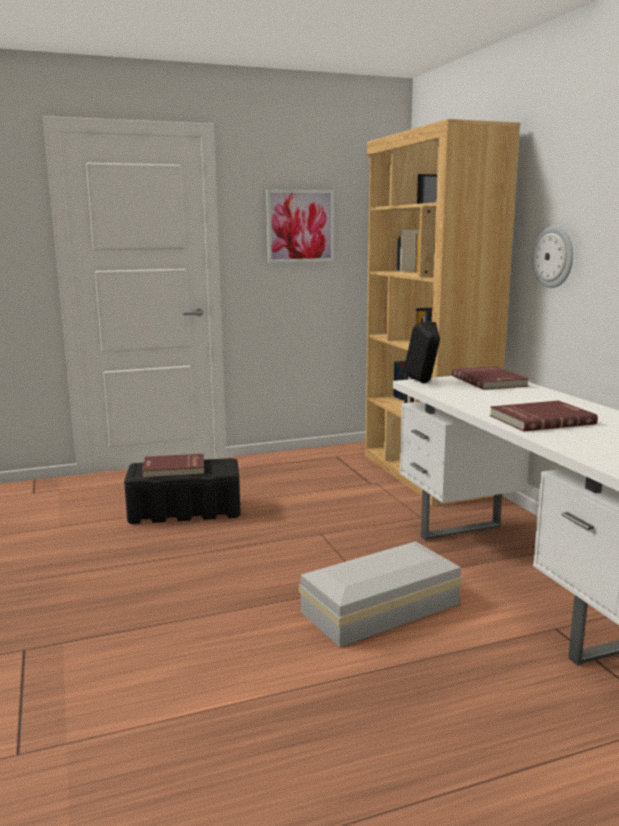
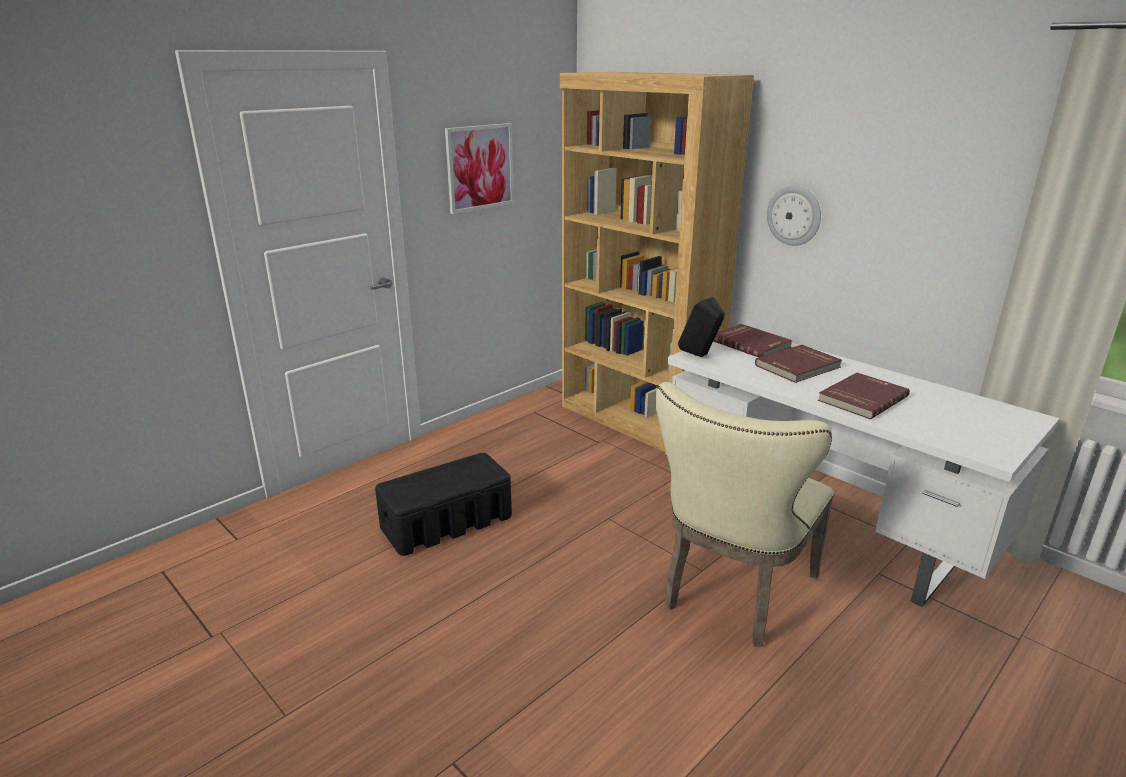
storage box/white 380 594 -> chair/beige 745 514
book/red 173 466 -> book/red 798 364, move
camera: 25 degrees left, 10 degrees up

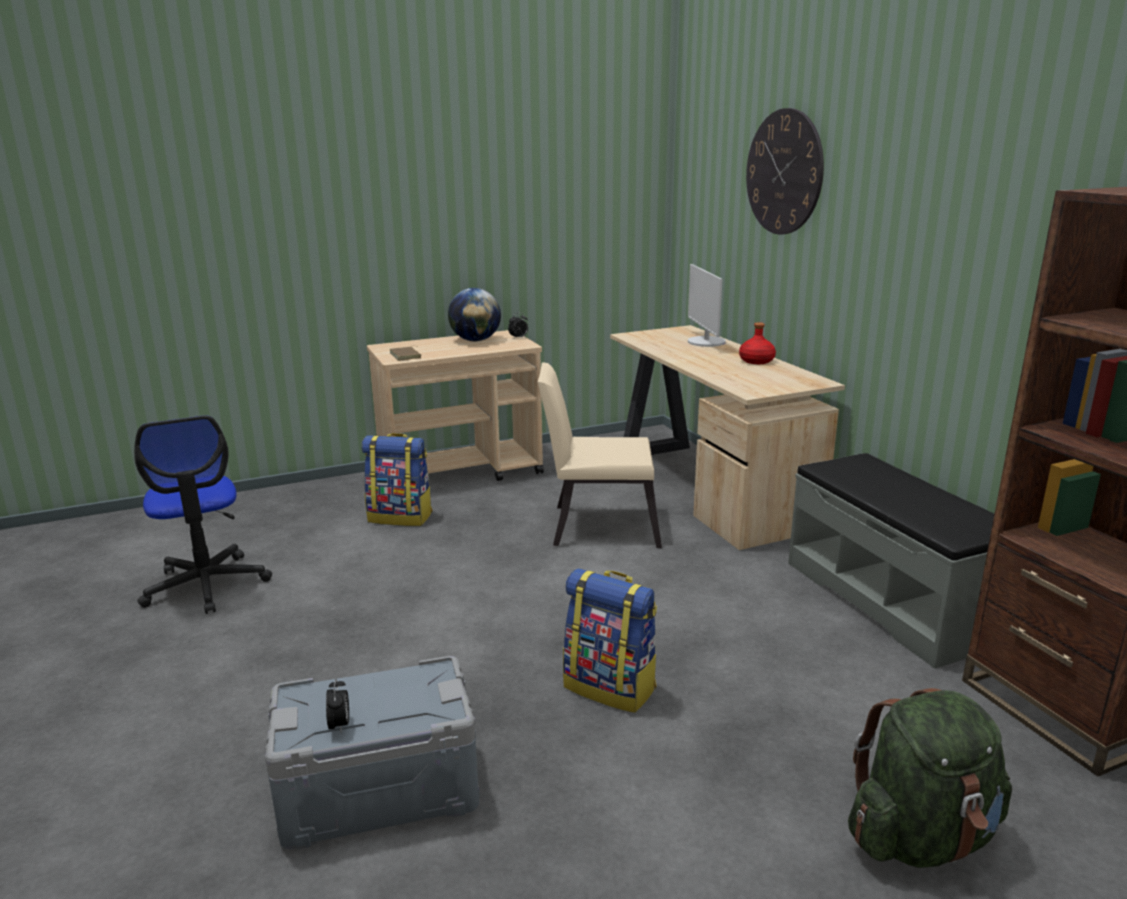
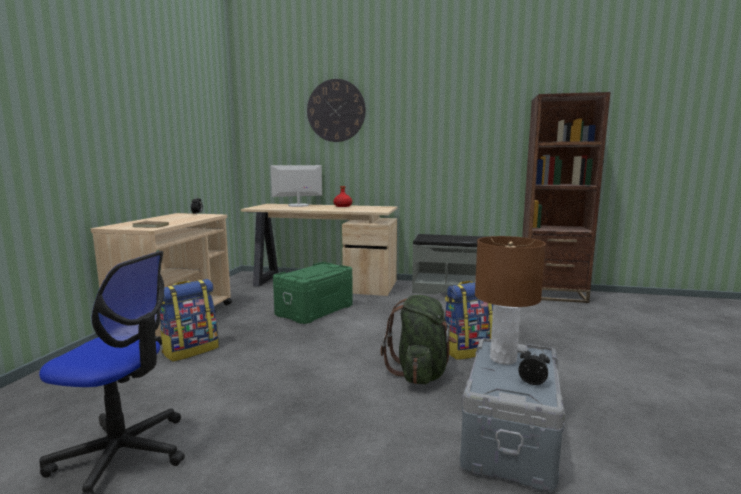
monitor 707 305 -> monitor 296 186, 135 degrees clockwise
chair/beige 600 455 -> storage box/green 313 293
backpack/green 930 778 -> backpack/green 419 339, move
none -> table lamp/brown 510 300
globe 474 314 -> none
camera: 55 degrees left, 10 degrees down

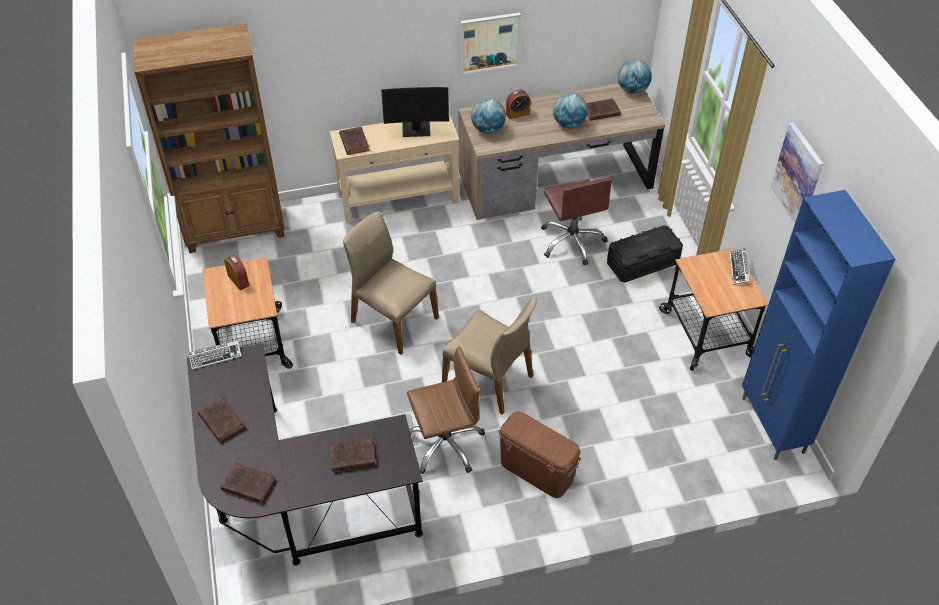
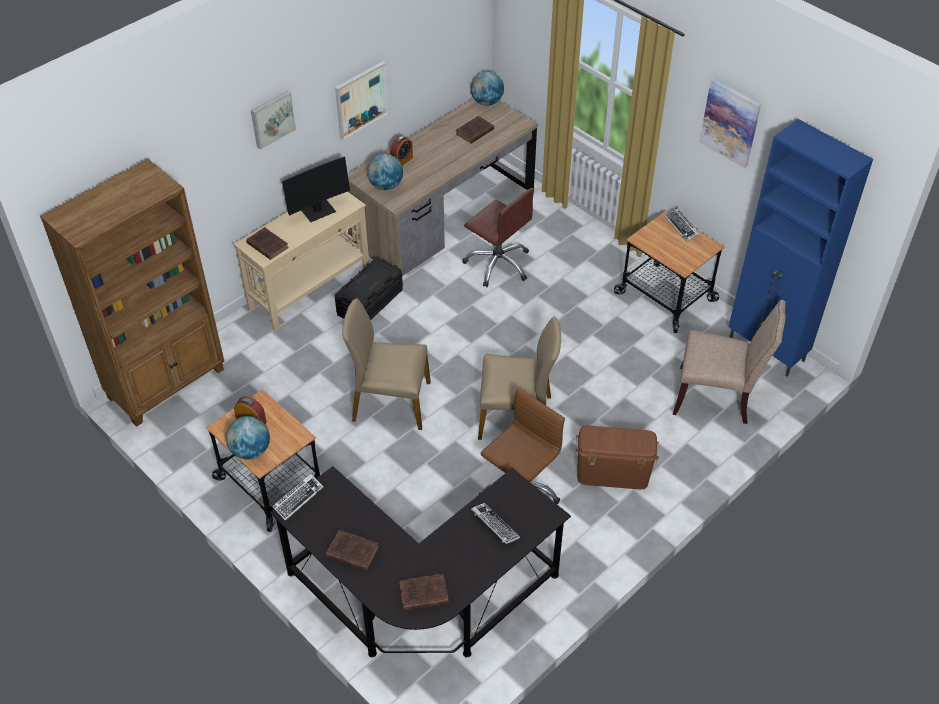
globe 570 110 -> globe 248 437, move
none -> picture 273 120
storage box/black 645 253 -> storage box/black 369 289, move
book/brown 352 454 -> keyboard 495 523
none -> chair/beige 729 362
camera: 30 degrees left, 0 degrees up

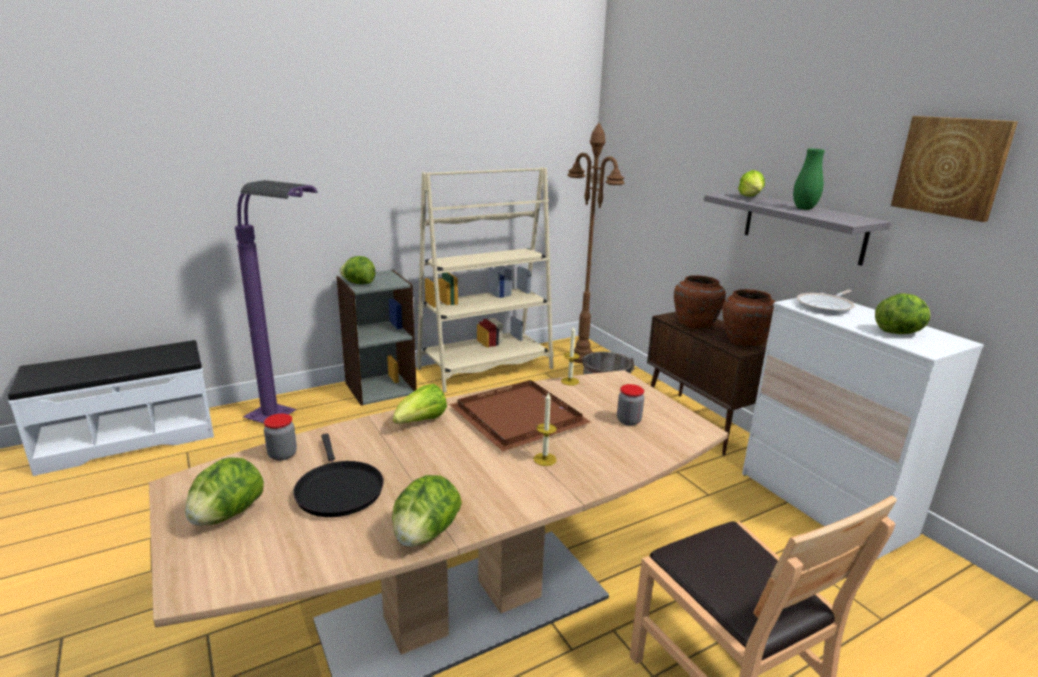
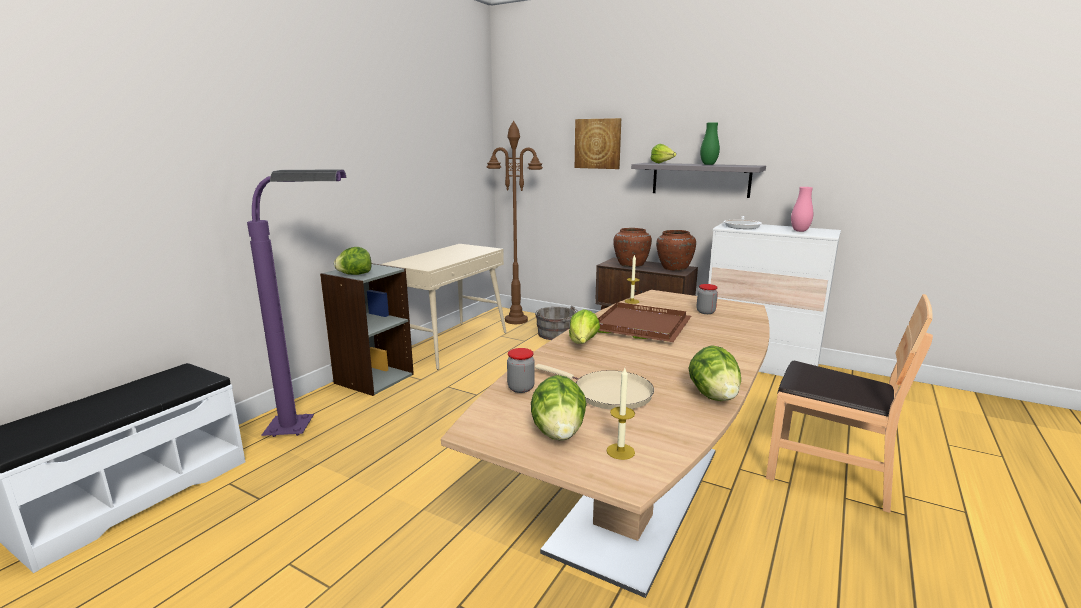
bookcase/beige 485 280 -> console table/beige 443 307
frying pan/black 338 475 -> frying pan/beige 594 387
picture 954 169 -> picture 598 143, move
candle 545 429 -> candle 620 414, move
lettuce 902 313 -> vase/pink 802 209
camera: 30 degrees left, 5 degrees down

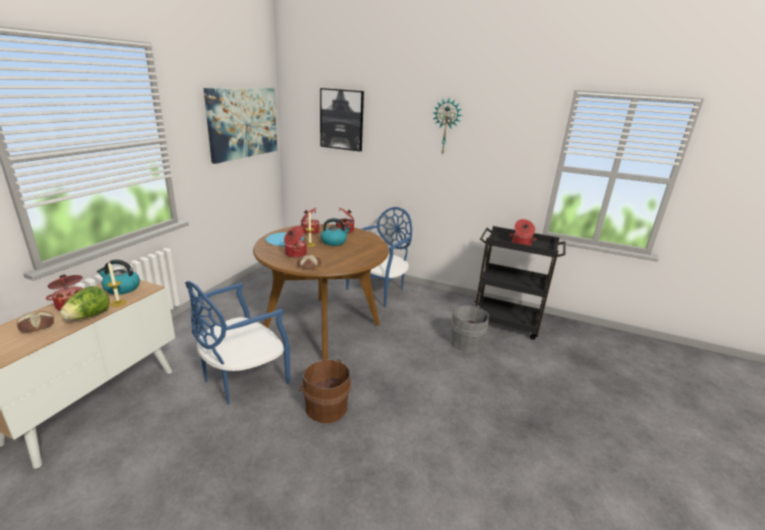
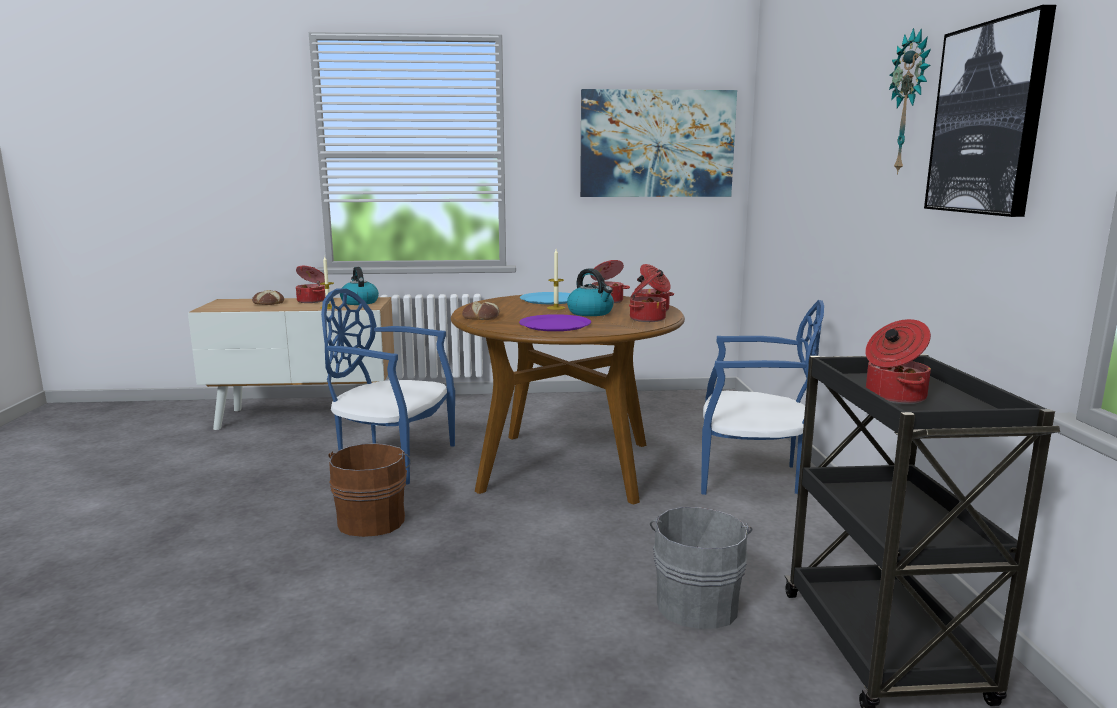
none -> plate/purple 555 322
cooking pot 295 242 -> cooking pot 647 296, move
picture 342 119 -> picture 990 111, move
lettuce 85 303 -> none
camera: 65 degrees right, 10 degrees down

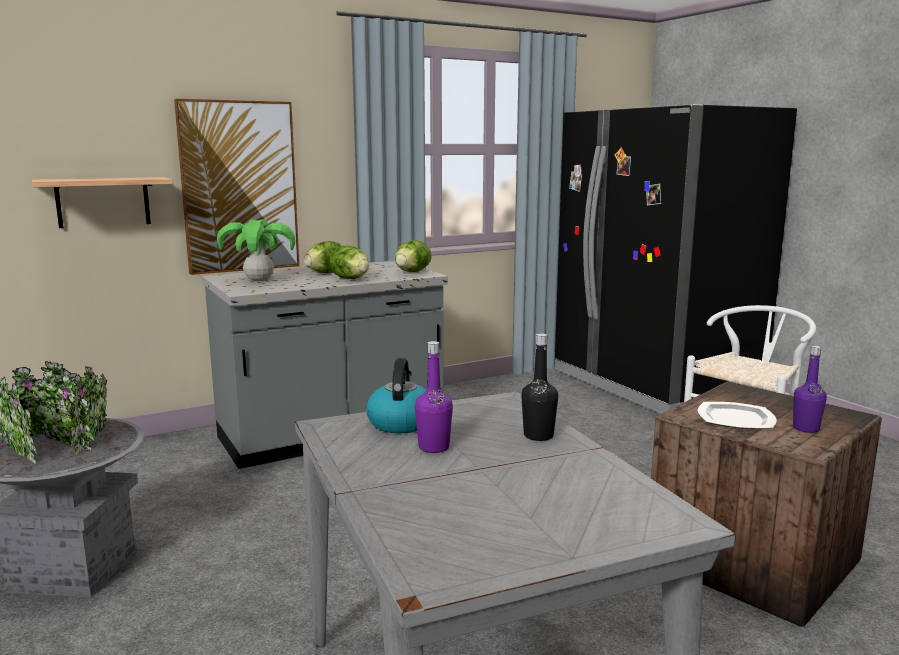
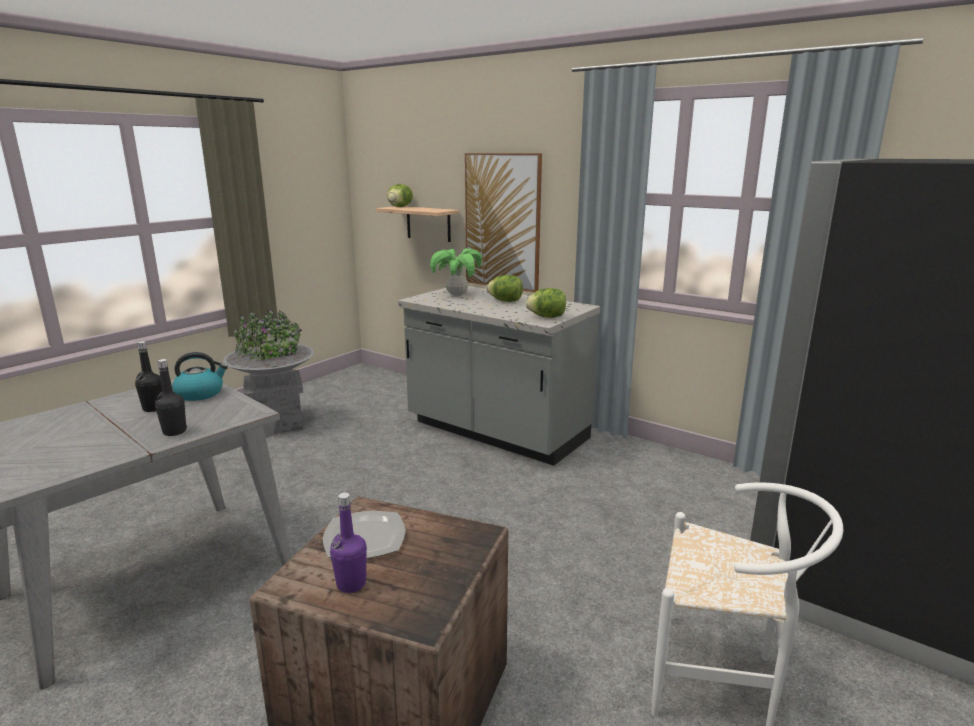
bottle/purple 434 397 -> bottle/black 148 376
lettuce 349 262 -> lettuce 400 195, move
camera: 65 degrees right, 5 degrees up

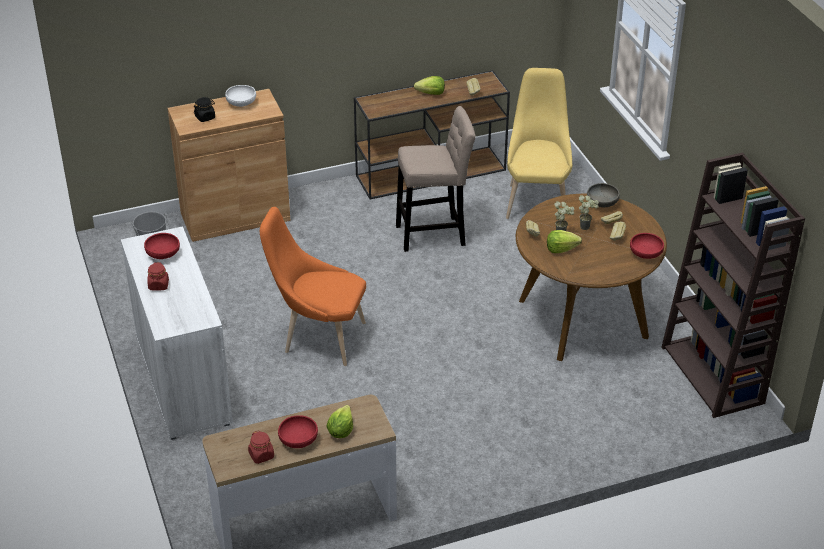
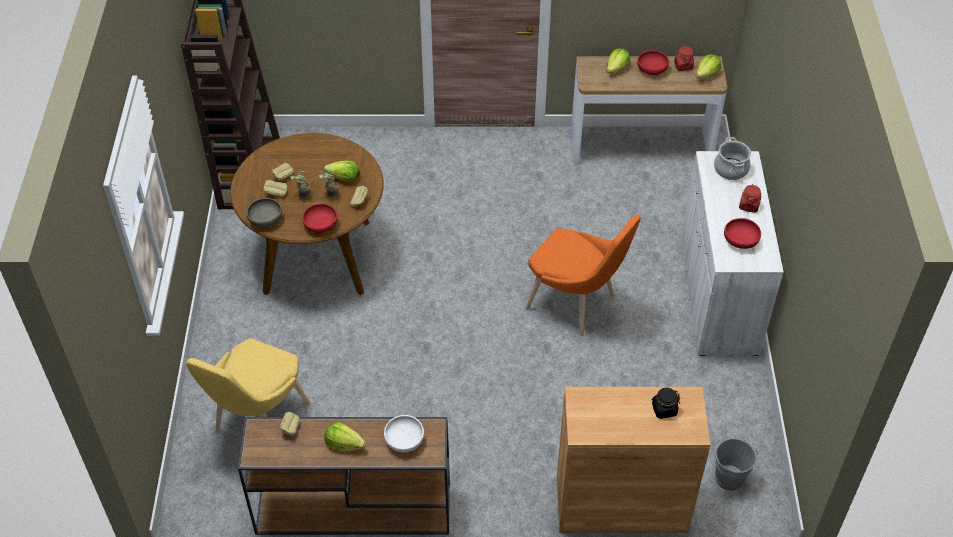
bowl/red 647 246 -> bowl/red 320 218, move
bowl/white 240 96 -> bowl/white 404 433, move
none -> lettuce 708 66
none -> cooking pot 732 158
stool/beige 436 179 -> none
camera: 160 degrees left, 10 degrees up

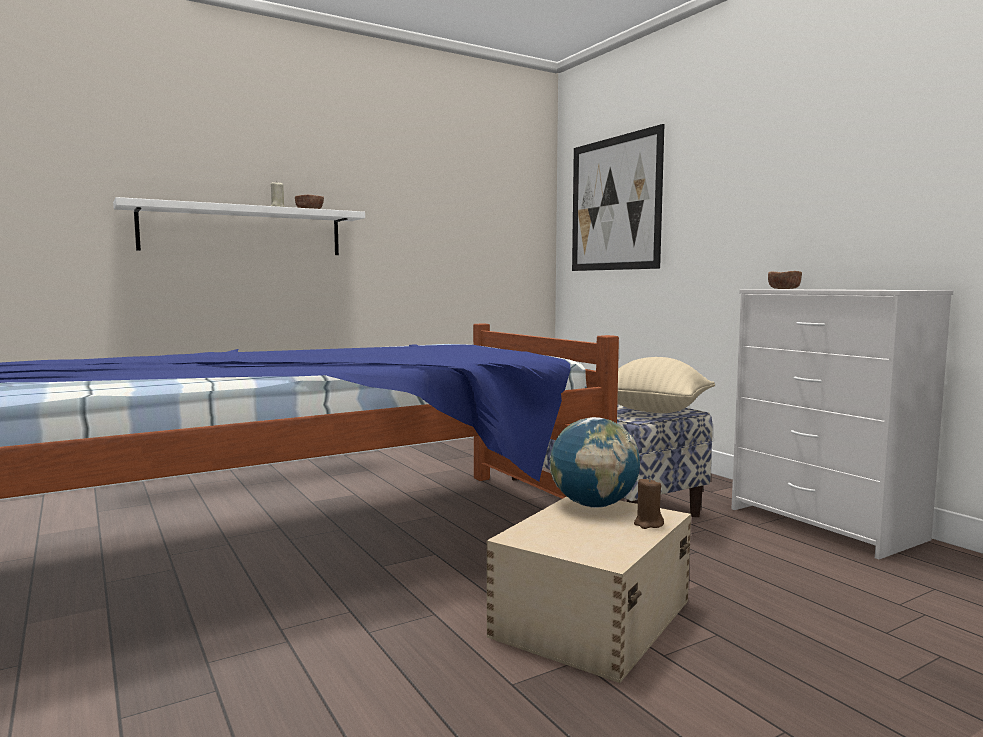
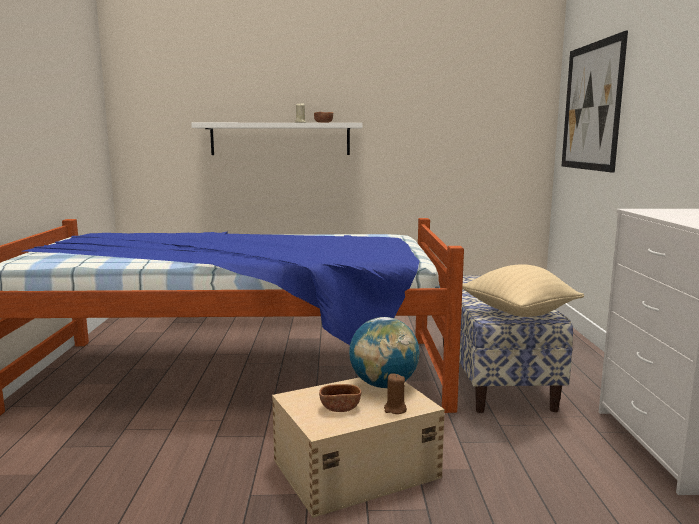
bowl/brown 785 280 -> bowl/brown 340 398, move
camera: 30 degrees right, 5 degrees up

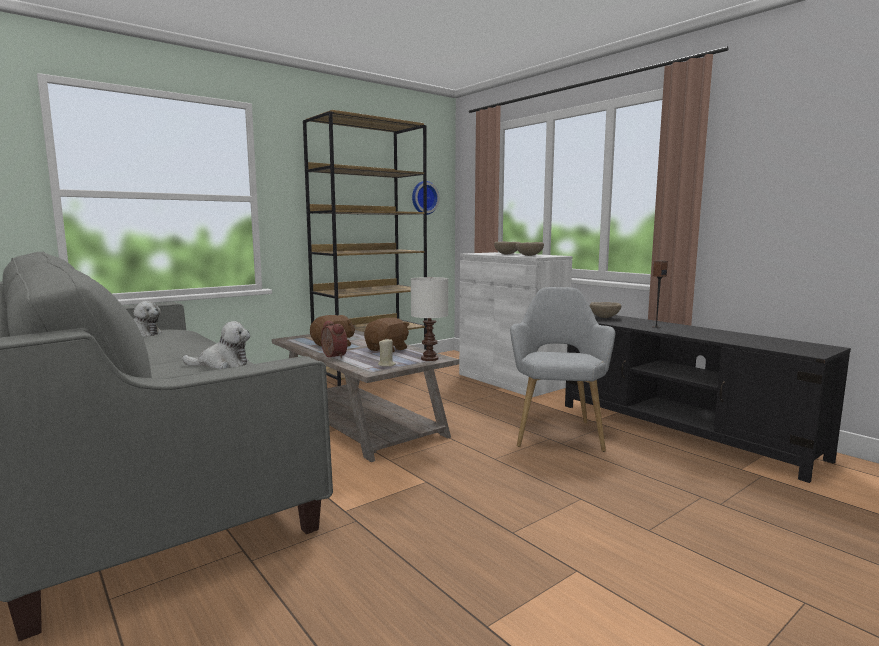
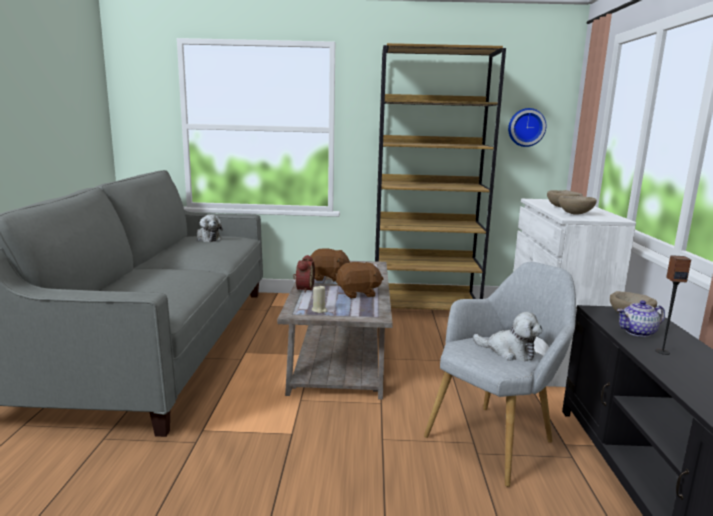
plush toy 216 345 -> plush toy 507 336, move
none -> teapot 641 318
table lamp/white 429 319 -> none
camera: 40 degrees right, 5 degrees up

